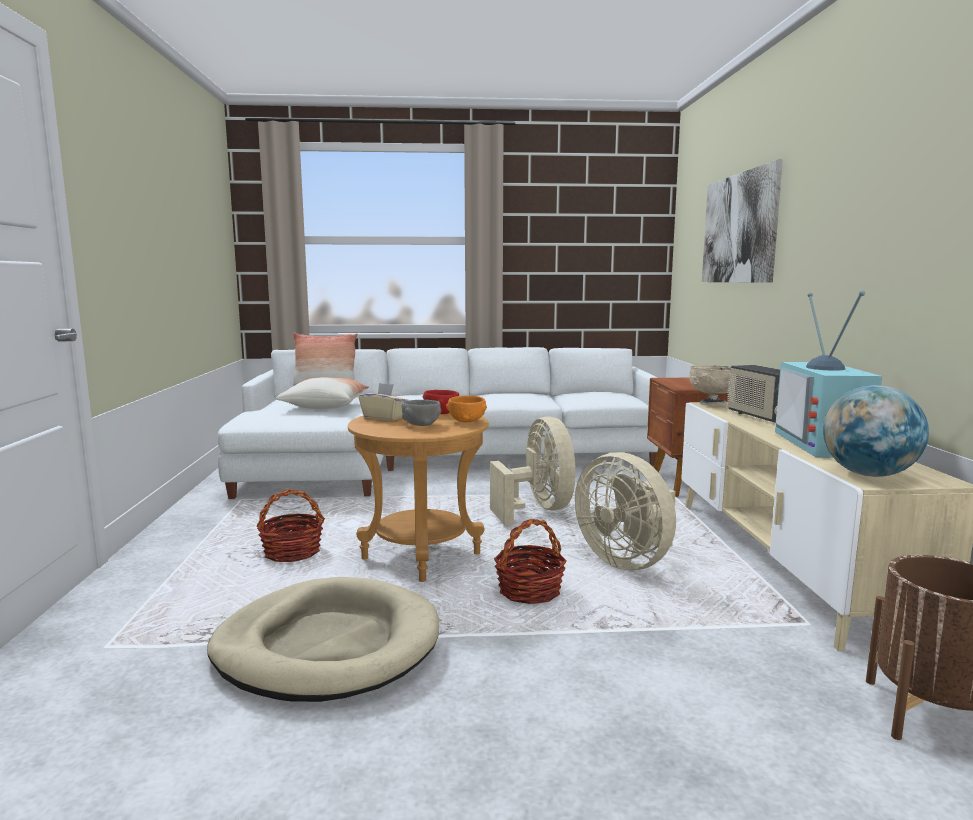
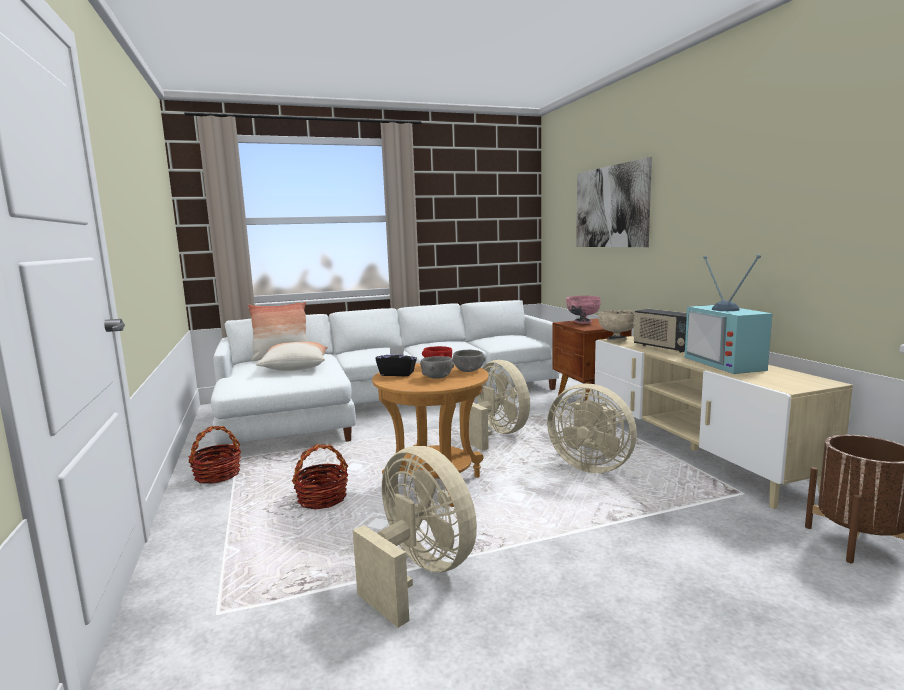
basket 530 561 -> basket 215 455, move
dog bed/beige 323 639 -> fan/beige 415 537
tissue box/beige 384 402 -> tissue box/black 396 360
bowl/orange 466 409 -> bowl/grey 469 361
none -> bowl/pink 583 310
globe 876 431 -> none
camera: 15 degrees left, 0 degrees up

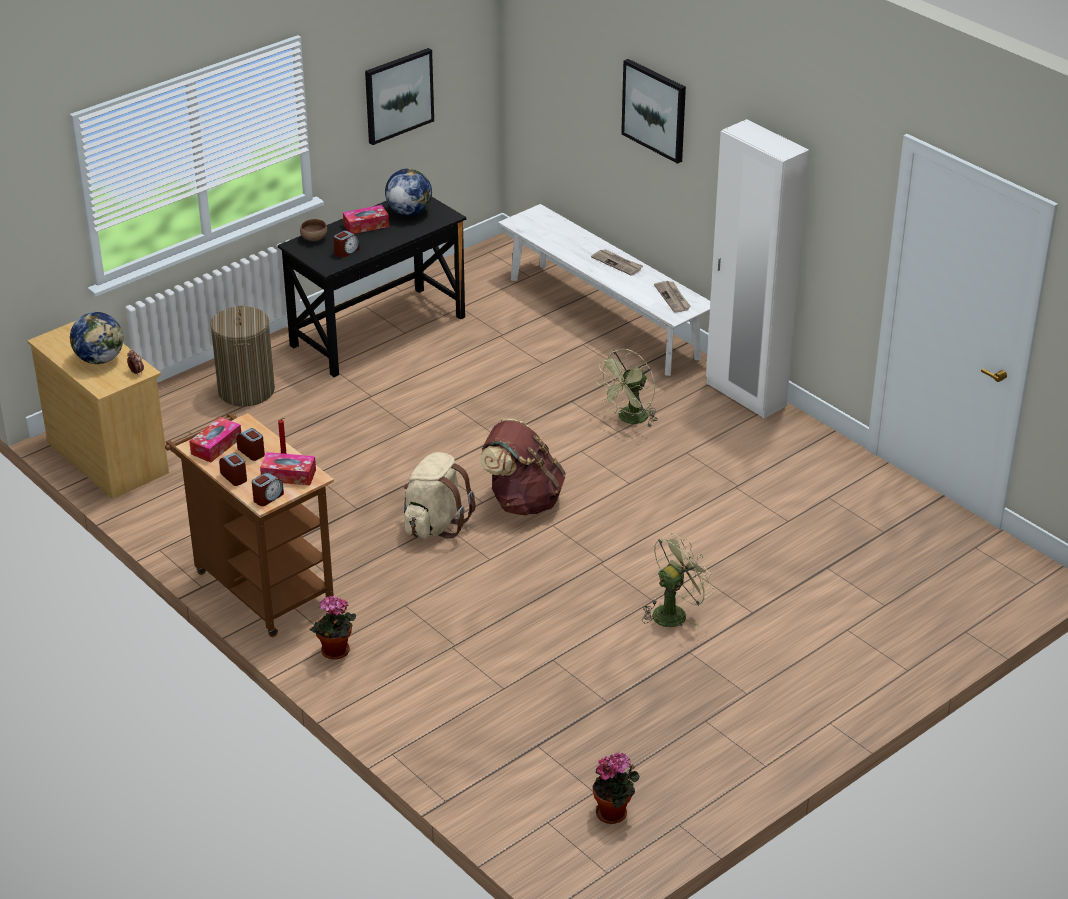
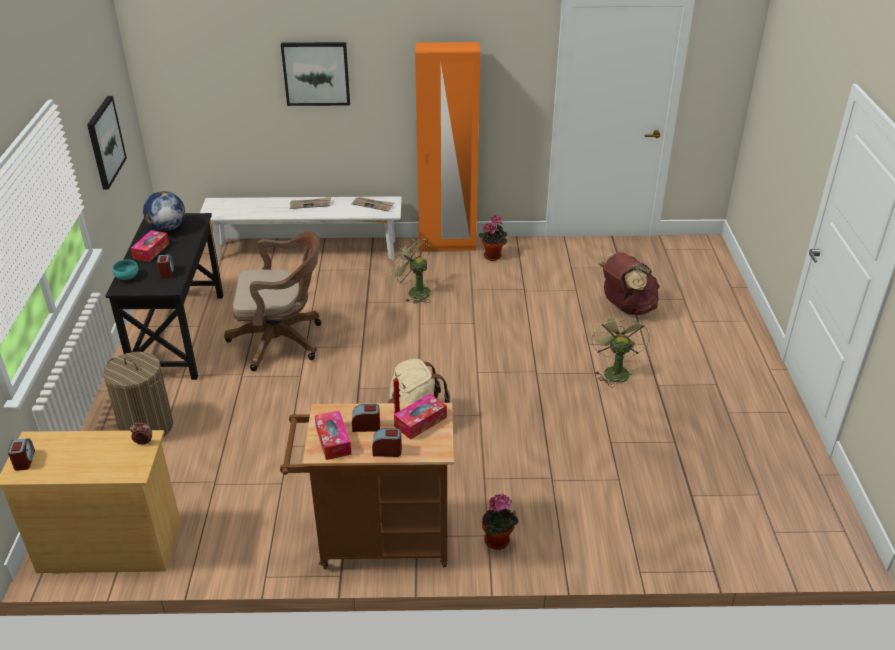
alarm clock 268 489 -> alarm clock 21 454, move
bowl/brown 313 230 -> bowl/turquoise 125 269
none -> office chair/brown 272 301
fan/green 627 388 -> fan/green 410 269, 135 degrees clockwise
wardrobe/white 757 268 -> wardrobe/orange 447 146
potted plant 616 788 -> potted plant 493 238, move
backpack/brown 523 467 -> backpack/brown 628 283, move
globe 96 338 -> none
camera: 50 degrees left, 0 degrees up

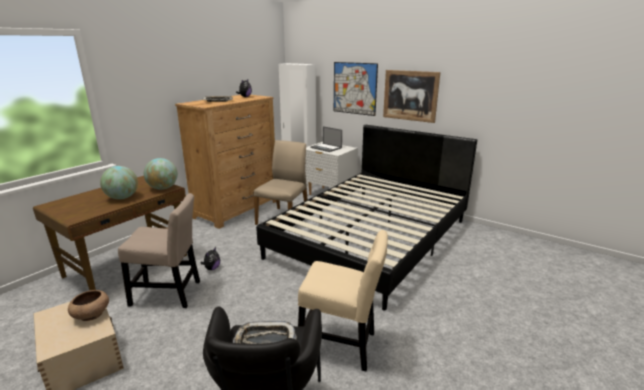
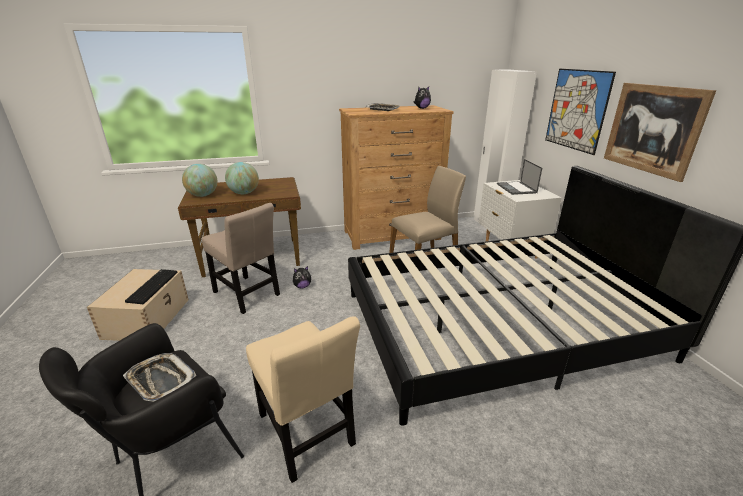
bowl/brown 88 305 -> keyboard 151 286
globe 161 174 -> globe 199 180, move
camera: 40 degrees right, 5 degrees up

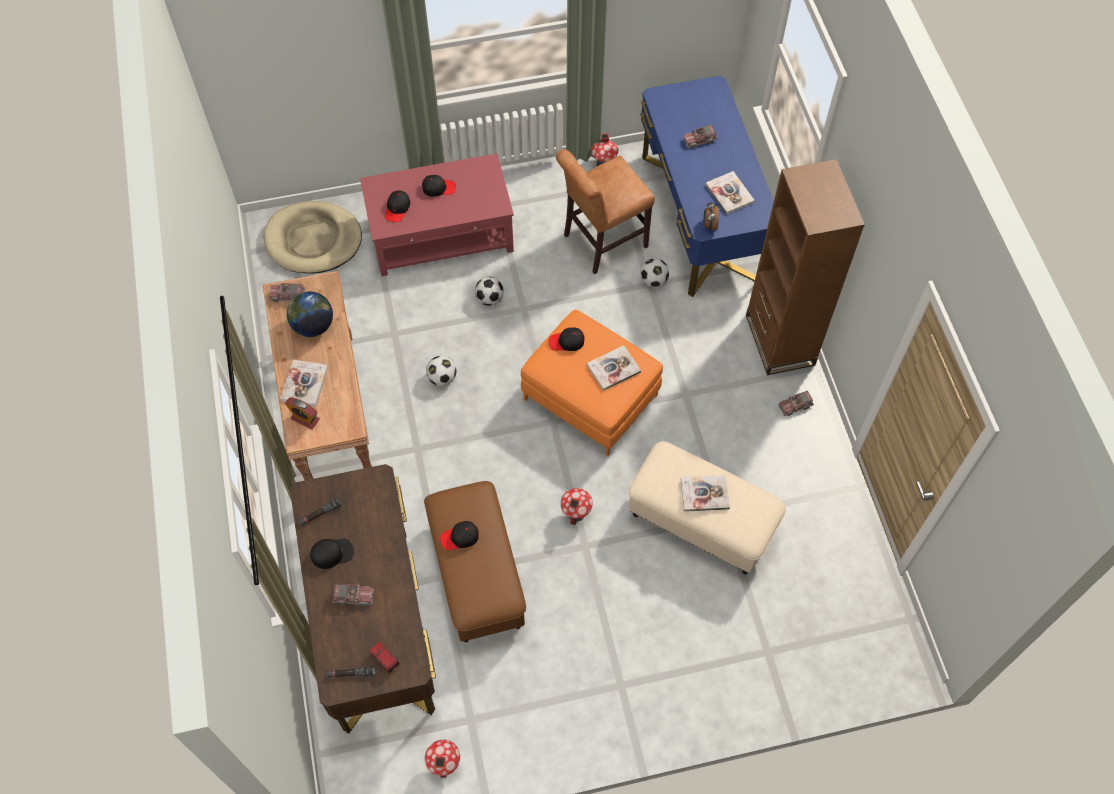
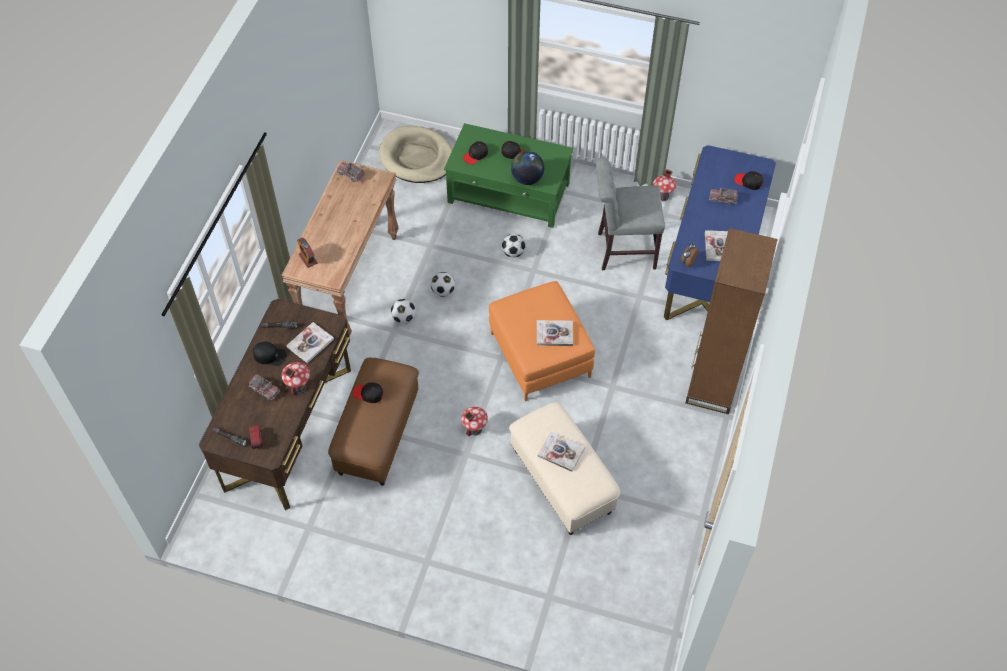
toy house 442 758 -> toy house 295 378, move
book 304 383 -> book 310 342, move
football 654 273 -> football 403 311, move
coffee table/red 437 214 -> coffee table/green 508 175
globe 310 314 -> globe 527 168, move
chair/brown 605 211 -> chair/grey 630 213
cap/black 567 339 -> cap/black 748 180, move
toy truck 796 403 -> none
camera: 30 degrees right, 5 degrees down

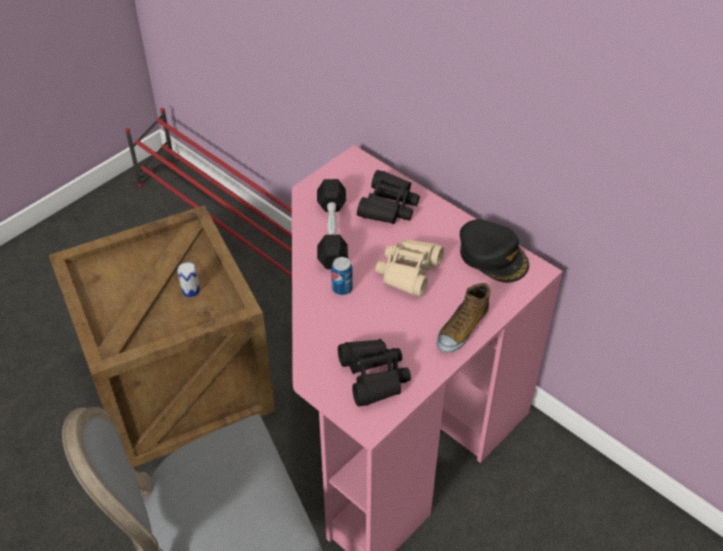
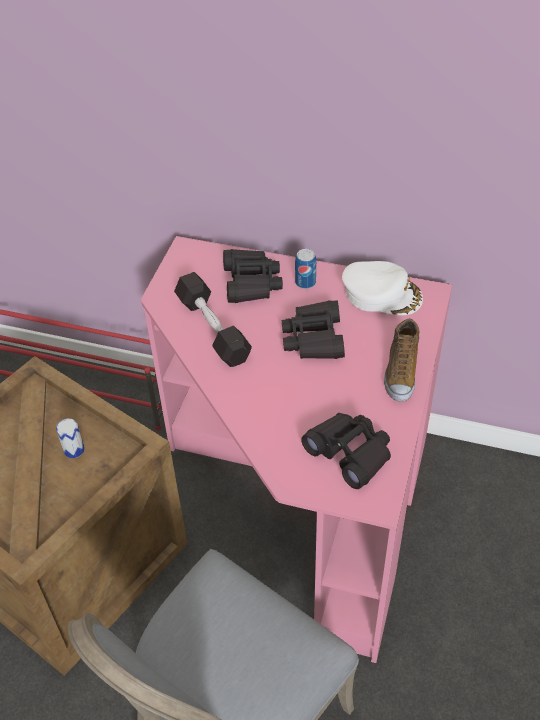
binoculars/beige 410 267 -> binoculars/black 313 329
can 342 276 -> can 305 269, move
cap/black 494 251 -> cap/white 382 288
camera: 25 degrees left, 0 degrees up

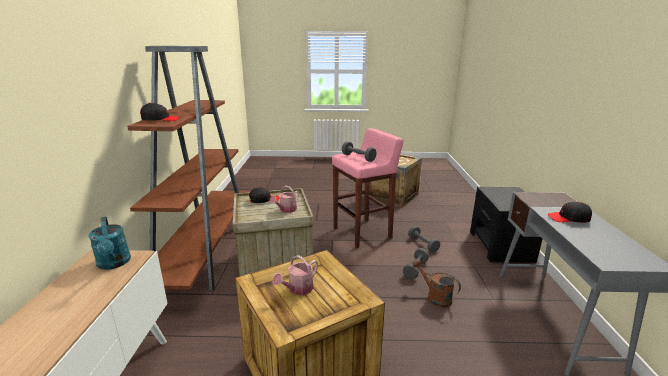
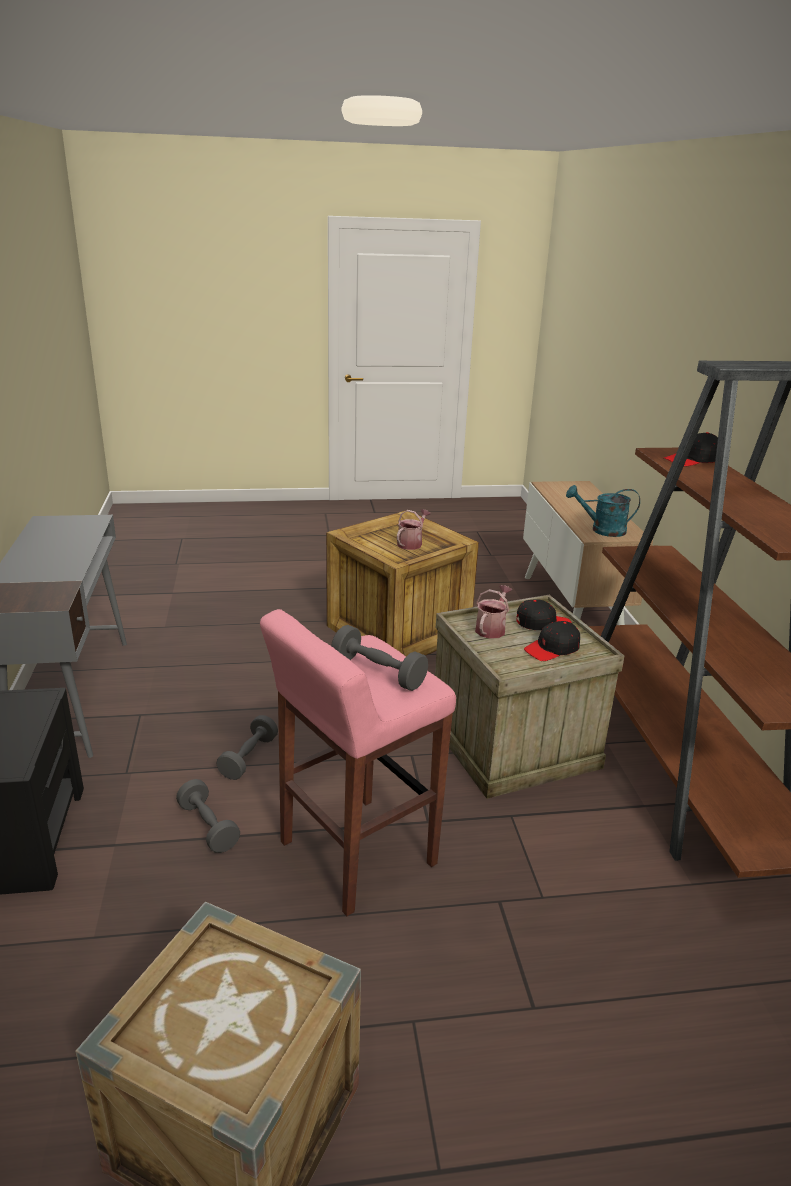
cap/black 570 212 -> cap/black 544 614, move
watering can/turquoise 110 243 -> watering can/turquoise 603 511, 45 degrees counterclockwise
watering can/brown 437 283 -> none
camera: 170 degrees right, 5 degrees up

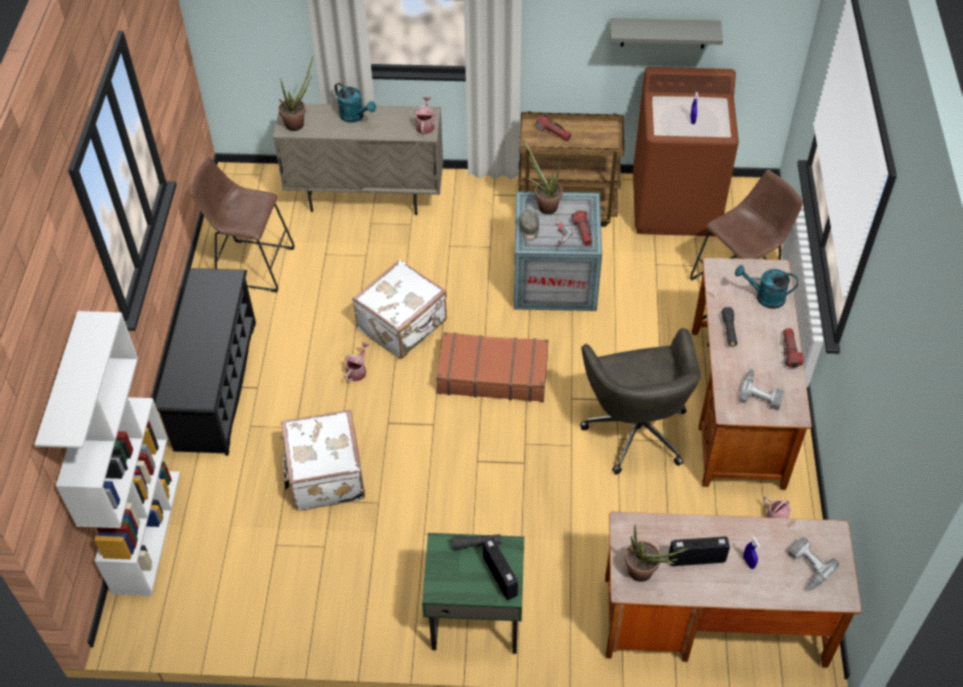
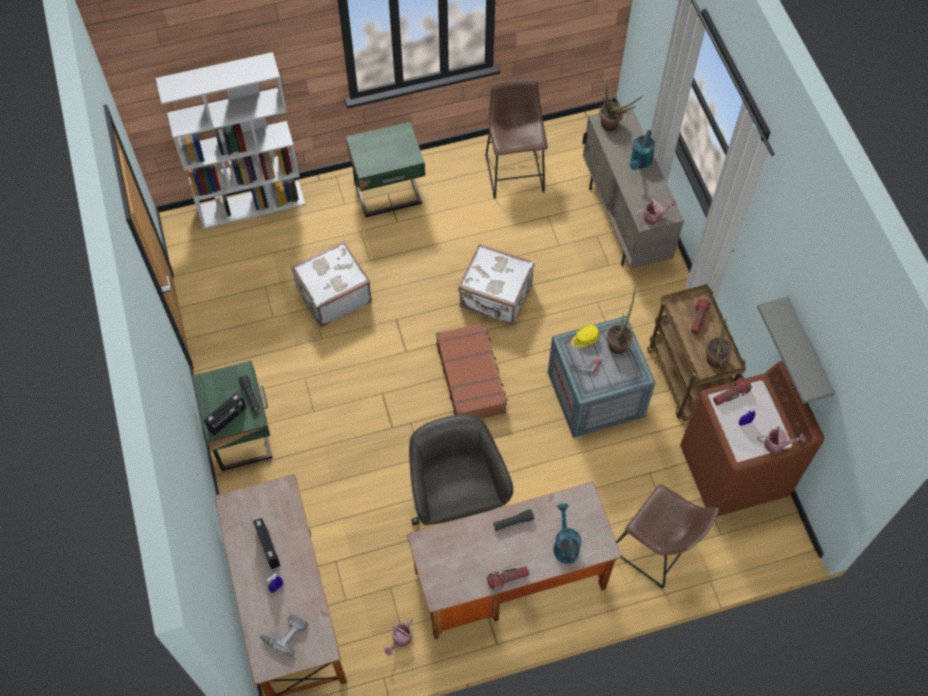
shoe rack/black 205 362 -> nightstand/green 385 169
office chair/grey 640 401 -> office chair/grey 461 470, 105 degrees clockwise
cap/grey 529 225 -> cap/yellow 585 336
potted plant 657 553 -> potted plant 719 343, move
flashlight 582 228 -> flashlight 732 391, move
watering can 357 362 -> watering can 781 440, move
power drill 761 389 -> none
camera: 70 degrees right, 10 degrees up

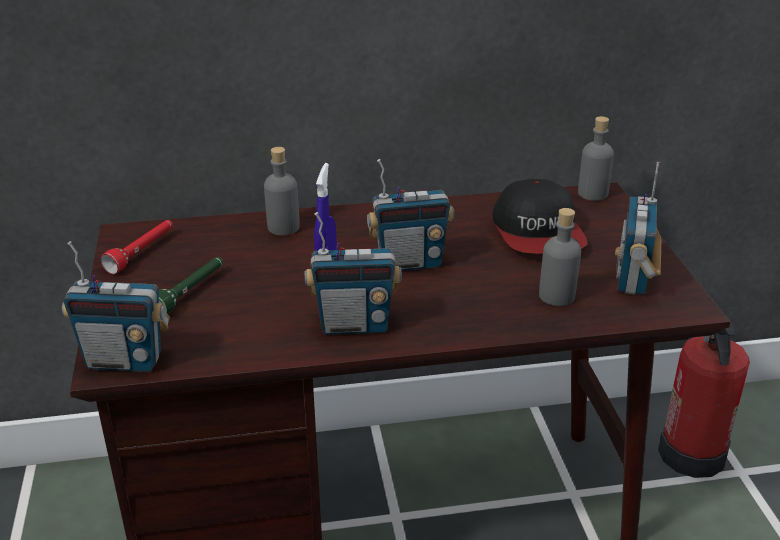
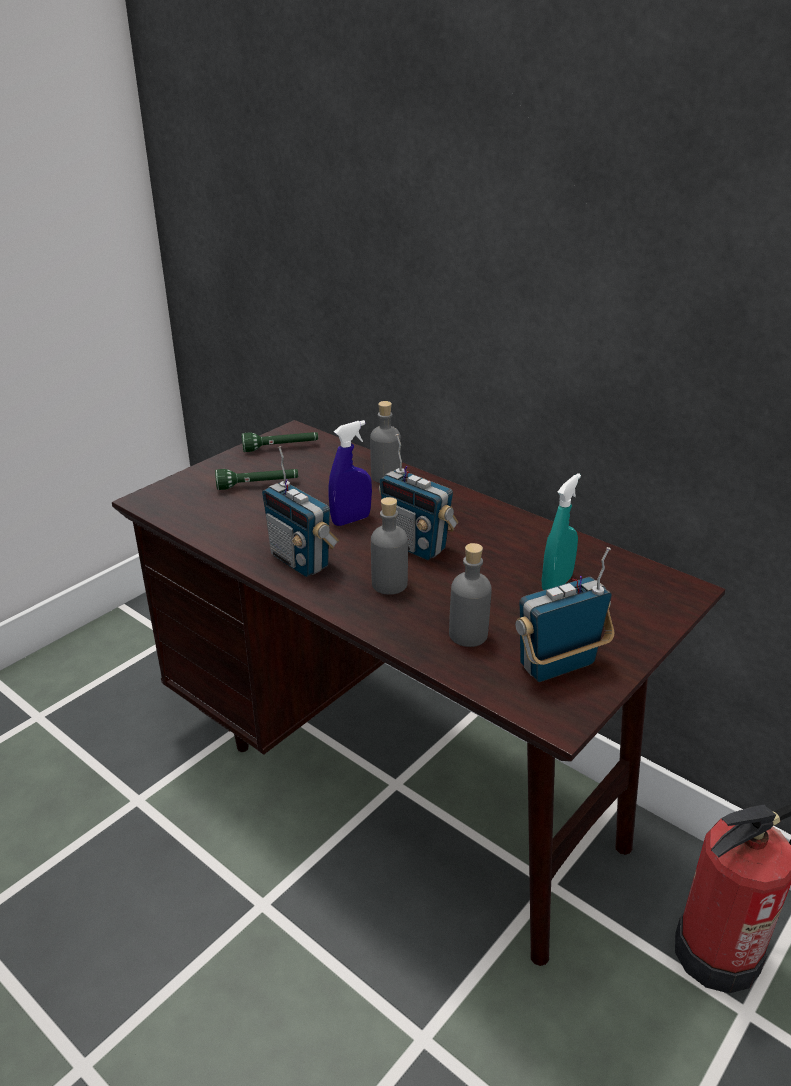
flashlight/red 136 247 -> flashlight/green 280 442
bottle/grey 596 158 -> bottle/grey 389 546, move
cap 540 216 -> spray bottle/turquoise 561 531
radio 116 306 -> none
camera: 50 degrees right, 0 degrees up

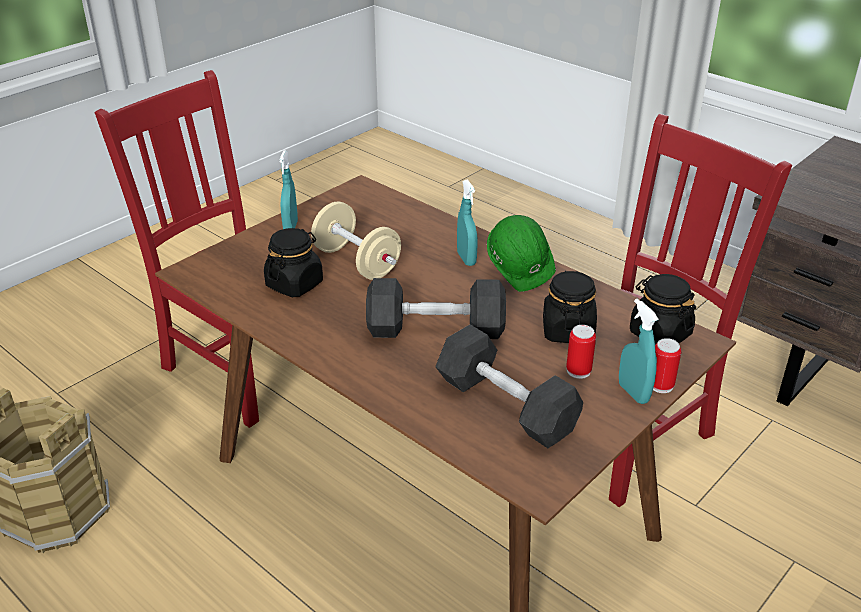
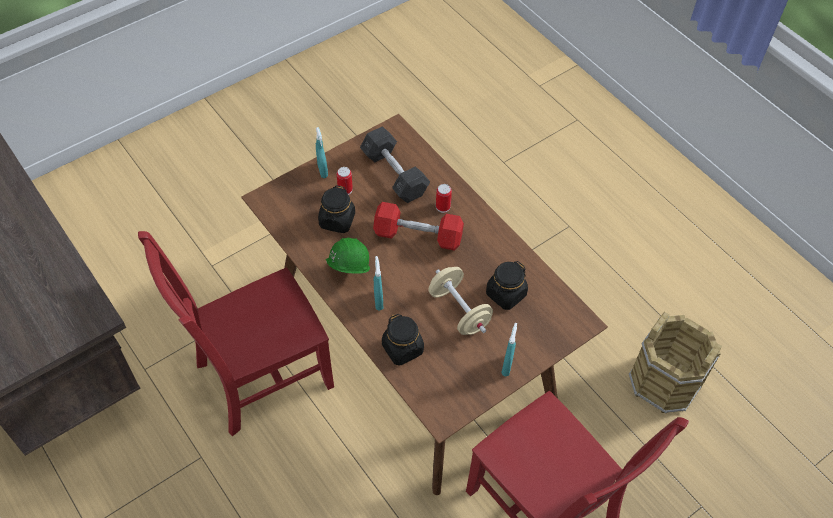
dumbbell/grey 436 308 -> dumbbell/red 418 226
jar/black 663 309 -> jar/black 403 340, move
can 667 365 -> can 444 198, move
camera: 170 degrees left, 20 degrees up

